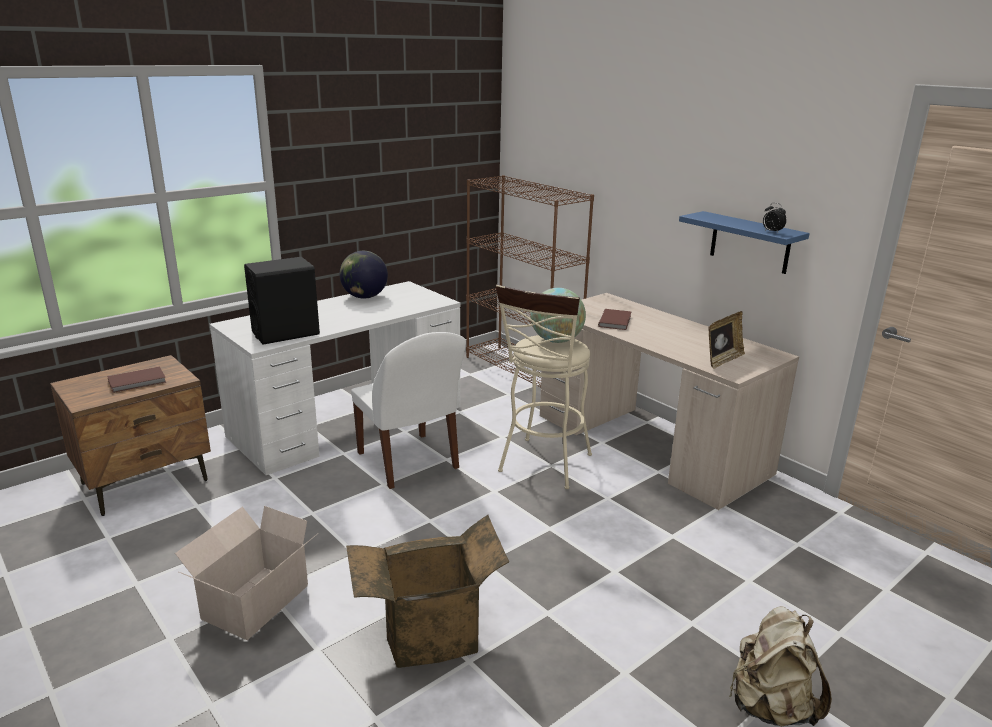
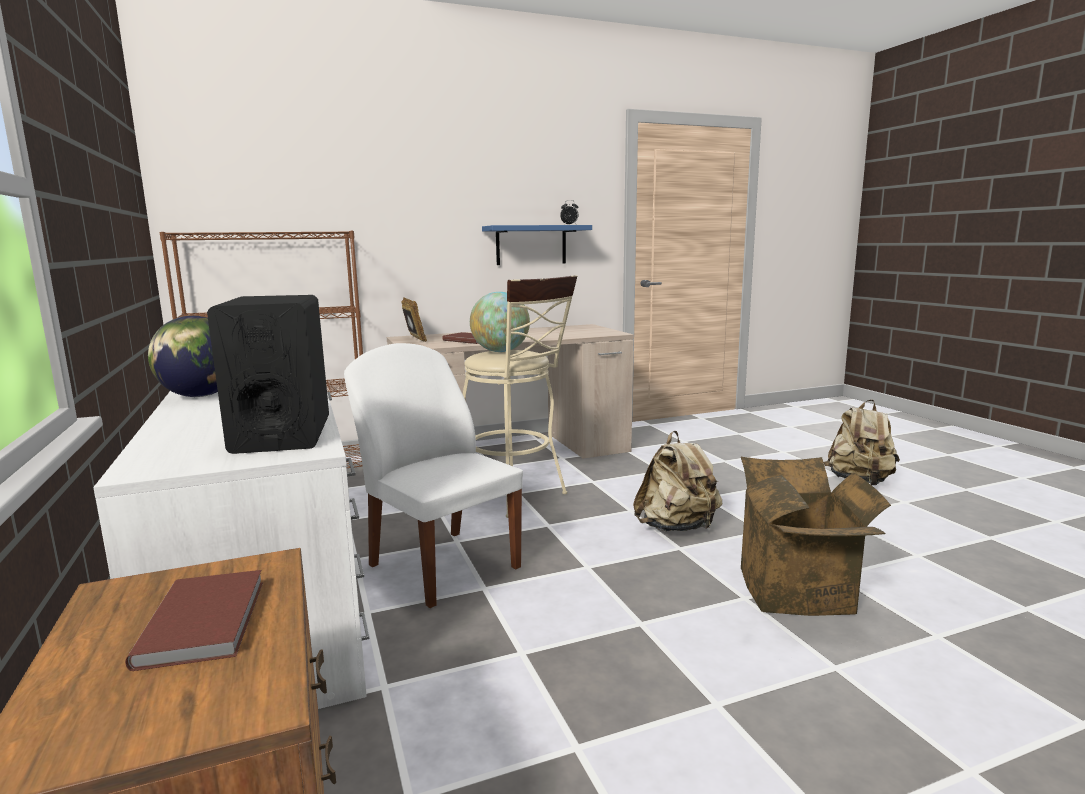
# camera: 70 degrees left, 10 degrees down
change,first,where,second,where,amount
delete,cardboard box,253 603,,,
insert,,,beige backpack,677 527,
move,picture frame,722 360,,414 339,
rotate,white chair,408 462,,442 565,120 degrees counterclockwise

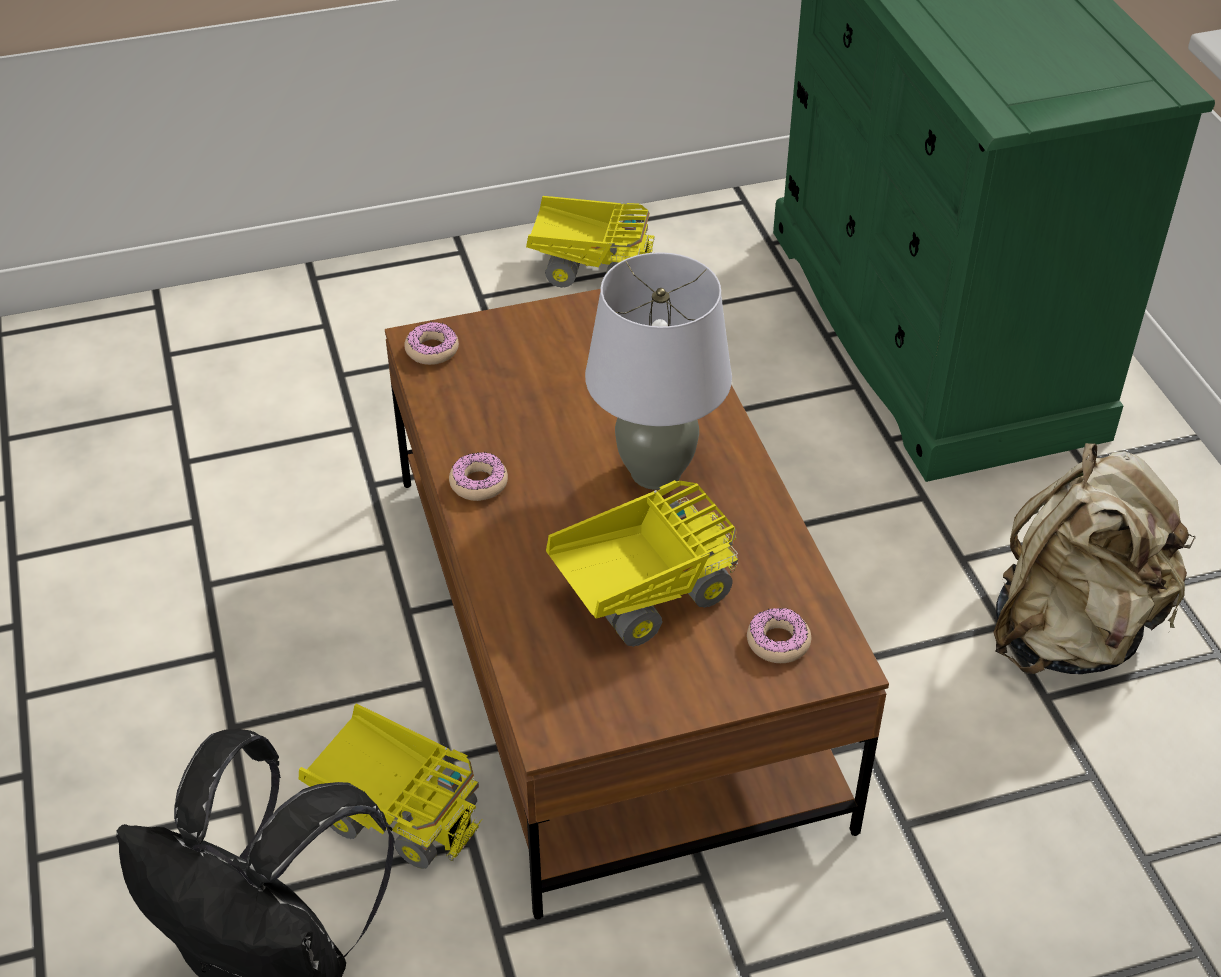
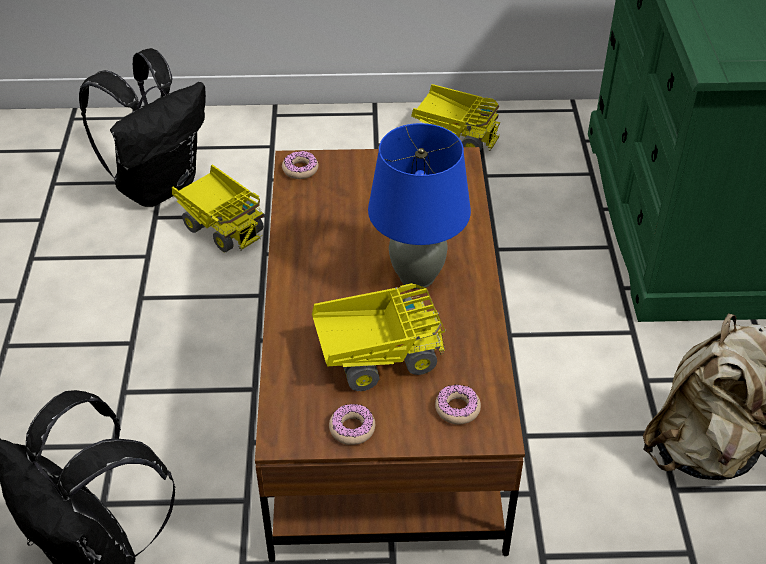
# camera: 15 degrees right, 0 degrees up
change,first,where,second,where,amount
insert,,,black backpack,158 185,
move,toy truck,396 811,,222 226,
move,donut,479 483,,352 428,
recolor,grey table lamp,655 473,blue table lamp,416 277,

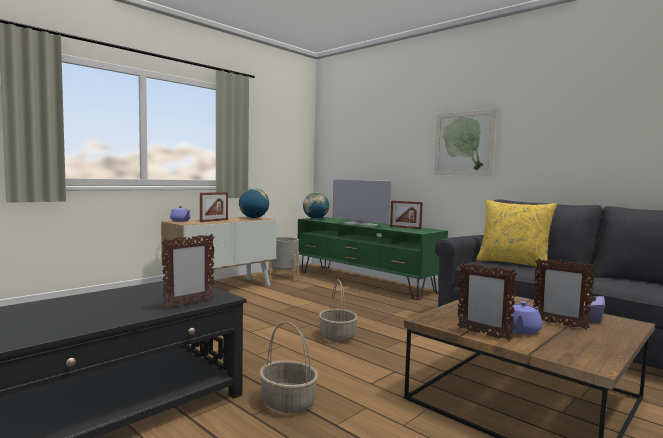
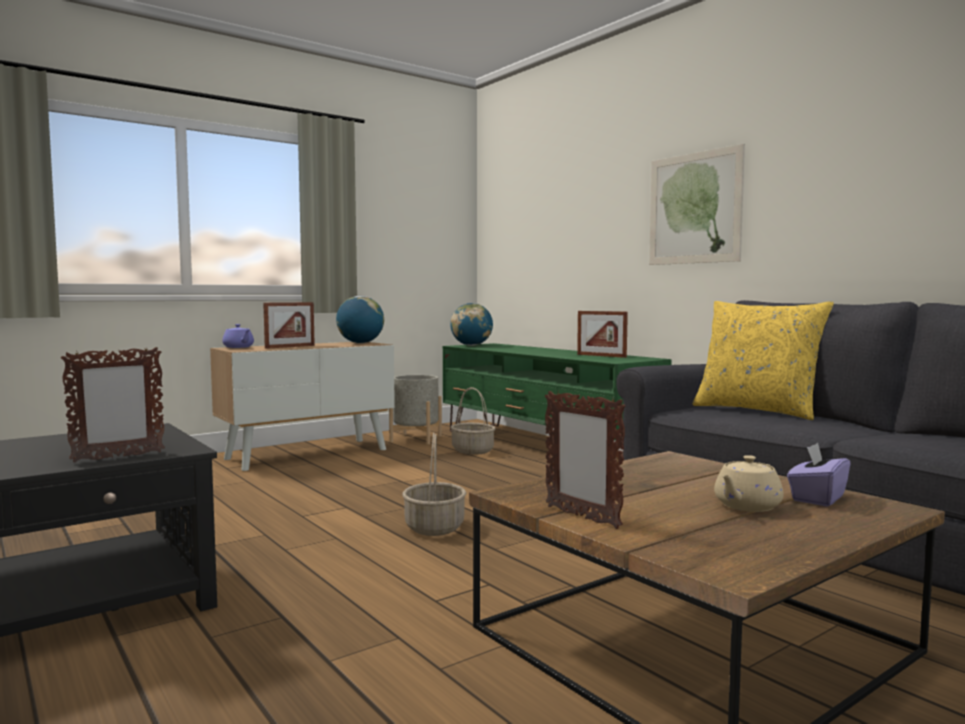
# camera: 10 degrees right, 0 degrees up
change,first,where,second,where,amount
delete,television,361 224,,,
delete,purple teapot,521 330,,,
move,basket,287 402,,472 451,
replace,picture frame,559 324,beige teapot,746 506,

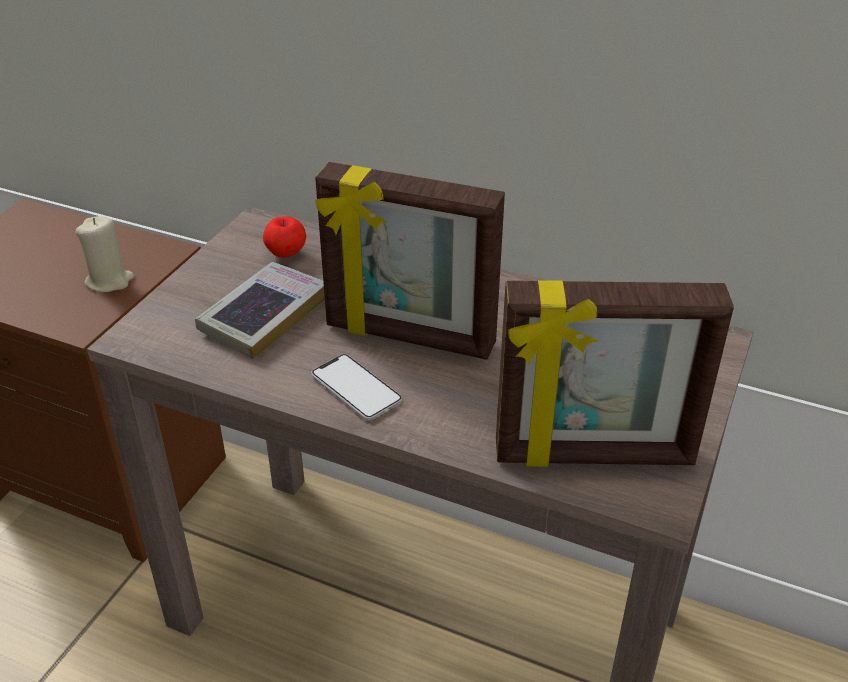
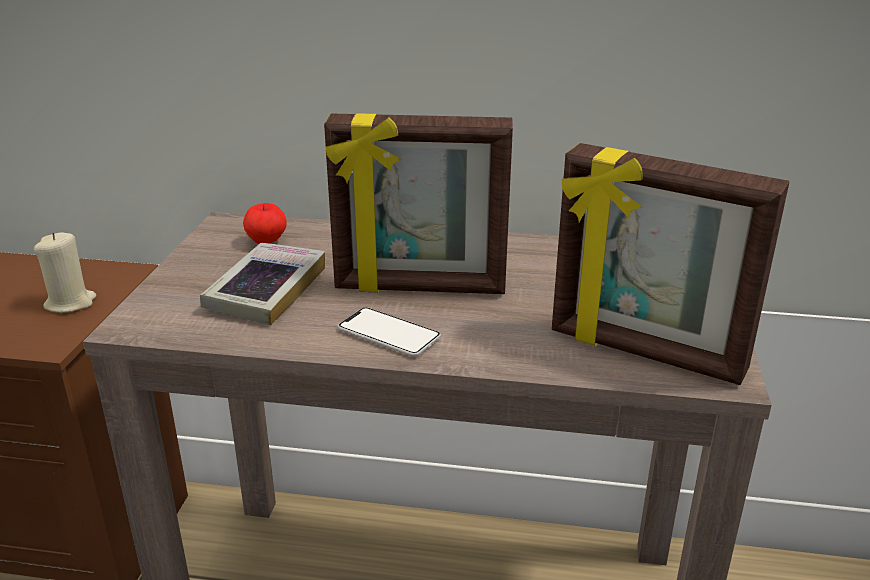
# camera: 15 degrees left, 10 degrees down
change,first,where,second,where,amount
rotate,picture frame,594 456,,644 353,45 degrees clockwise

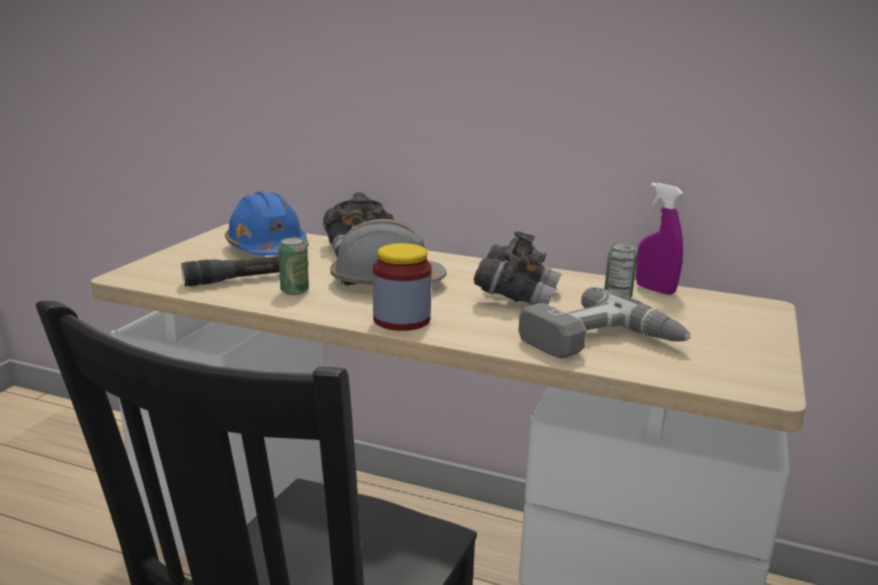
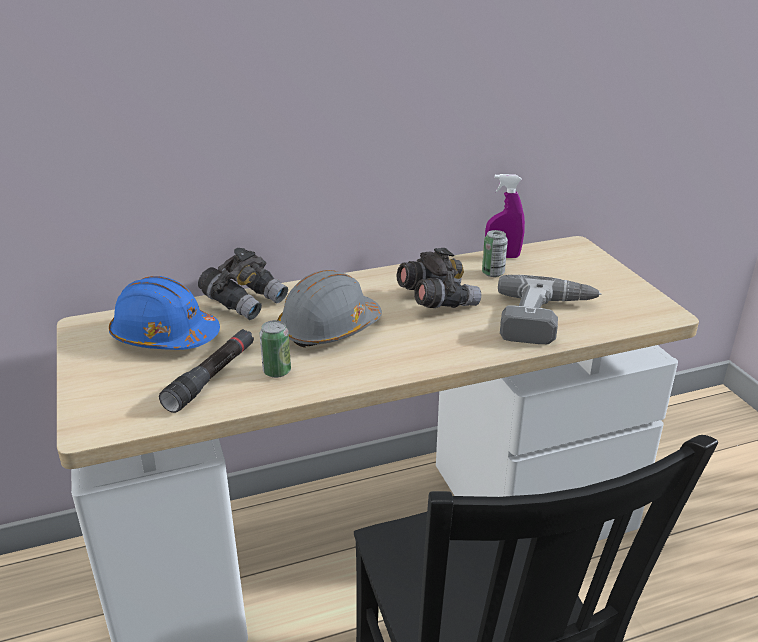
# camera: 40 degrees left, 10 degrees up
change,first,where,second,where,amount
delete,jar,401 320,,,

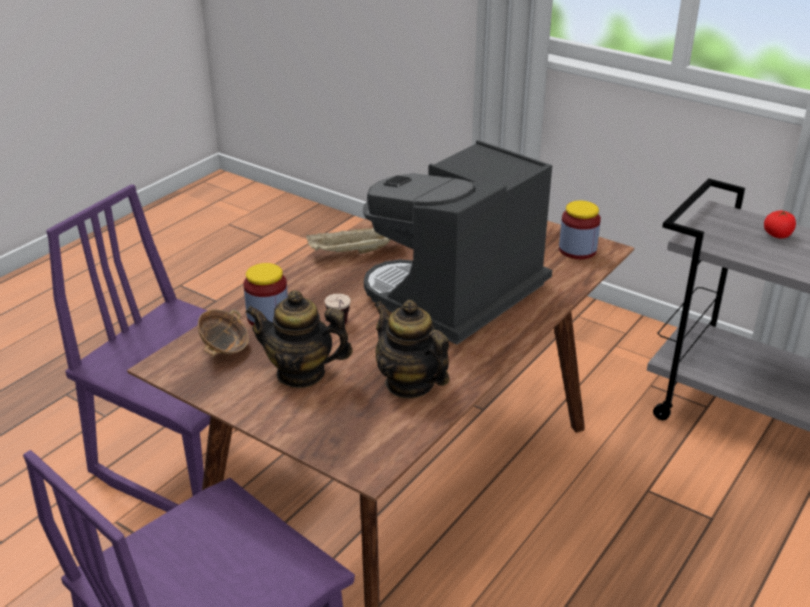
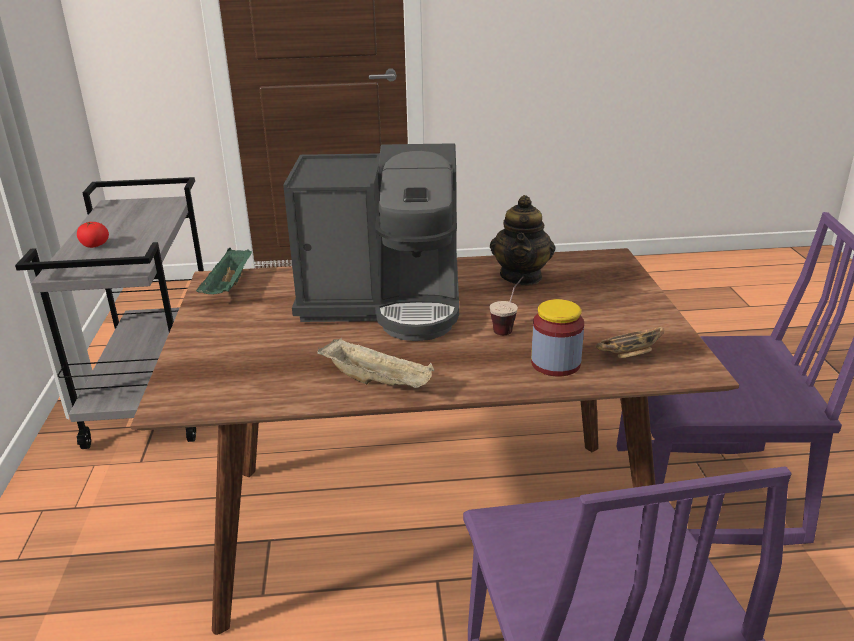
# camera: 130 degrees left, 5 degrees down
change,first,where,second,where,amount
delete,teapot,301 373,,,
replace,jar,577 250,green tray,229 287,

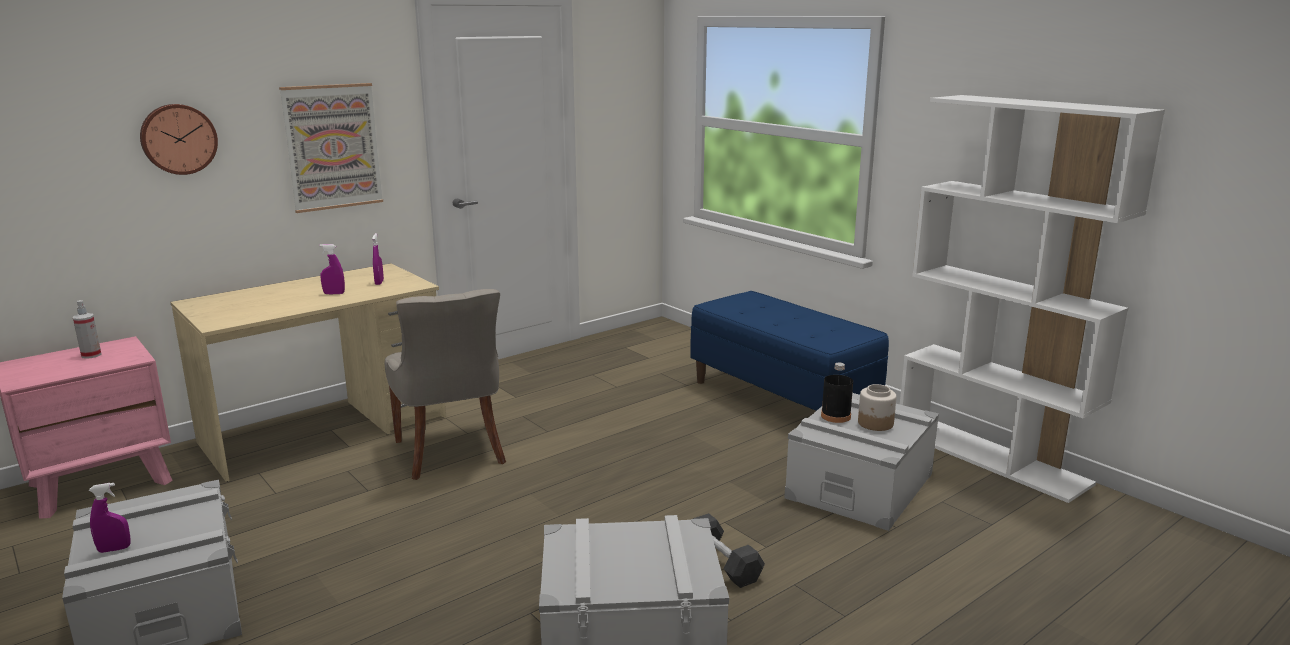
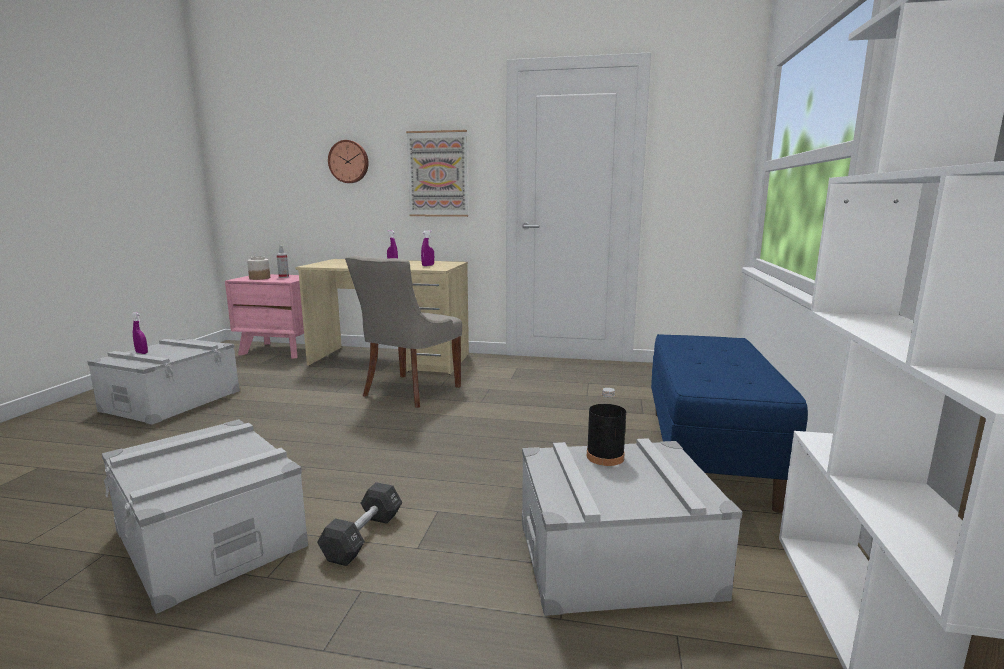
# camera: 50 degrees right, 5 degrees down
change,first,where,second,where,amount
move,jar,875 423,,259 278,

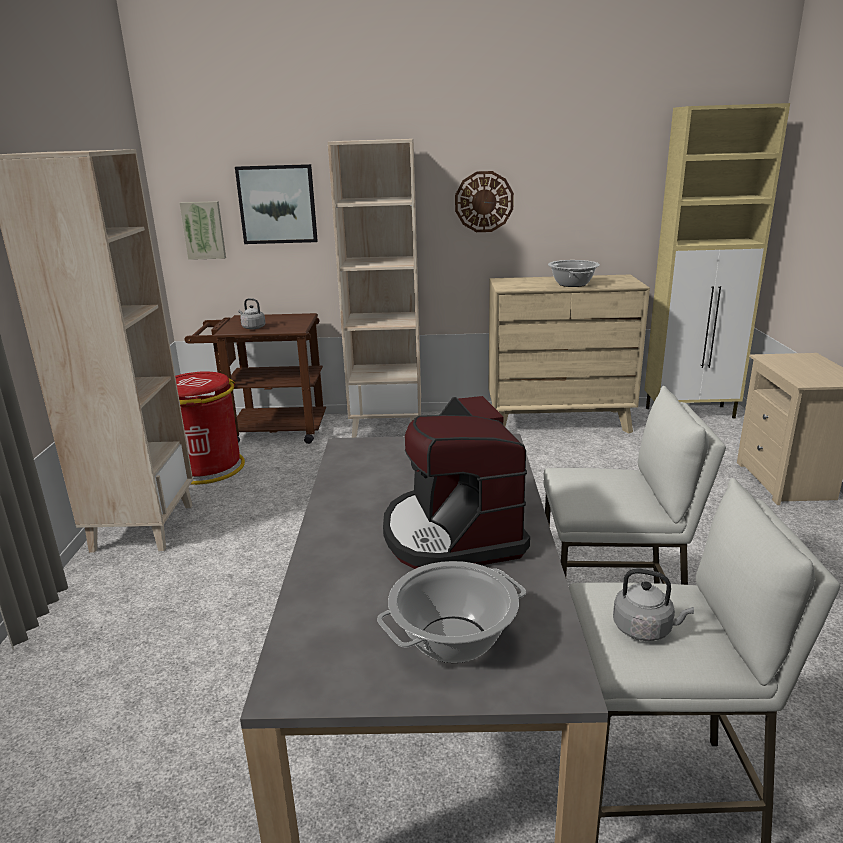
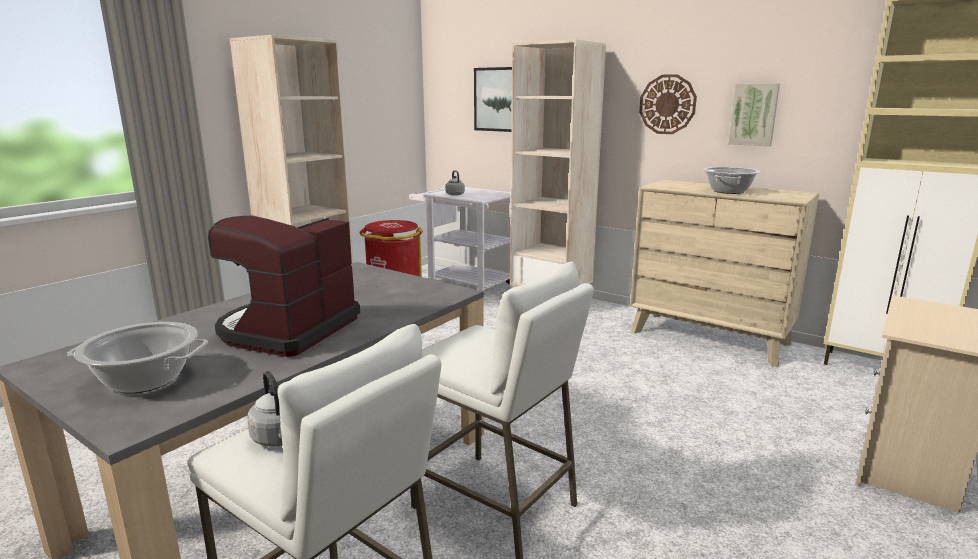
# camera: 35 degrees right, 5 degrees down
change,first,where,second,where,amount
move,picture,204 230,,754 114,
recolor,brown cart,269 430,white cart,464 283,

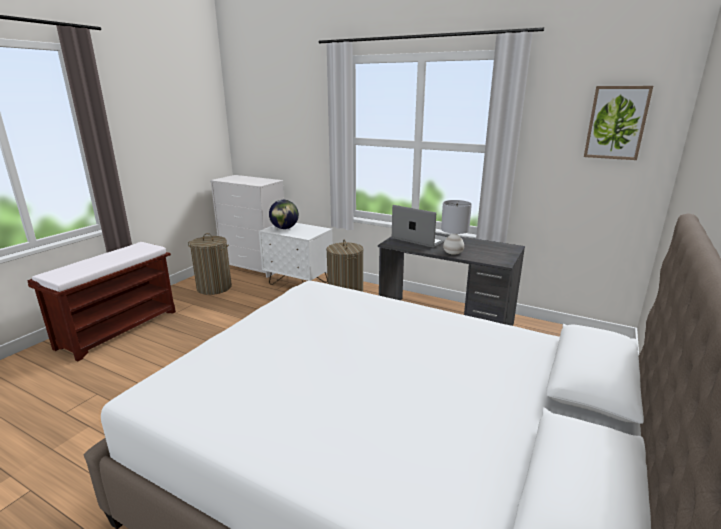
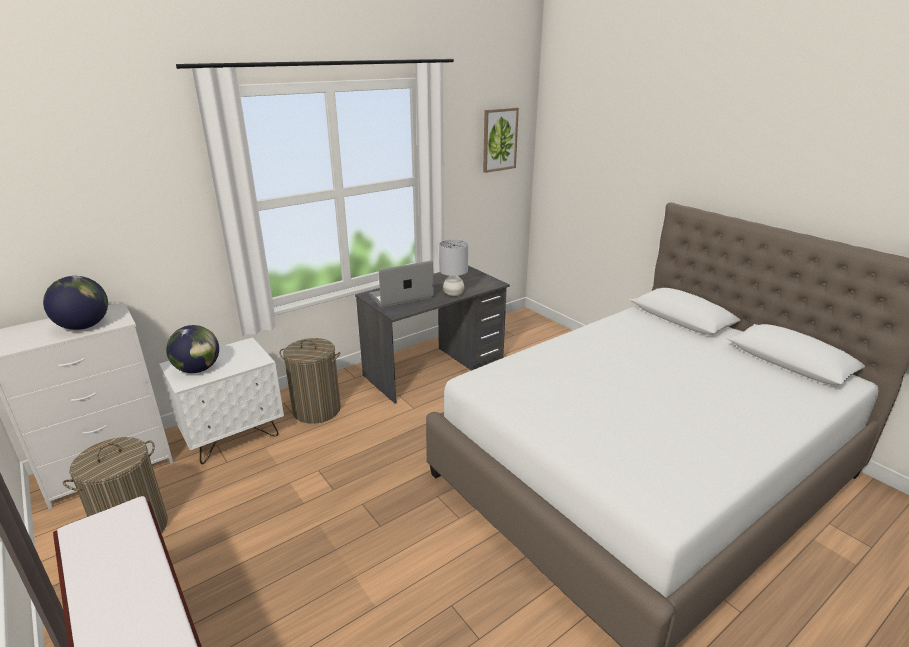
# camera: 65 degrees left, 5 degrees up
change,first,where,second,where,amount
insert,,,globe,84 326,

